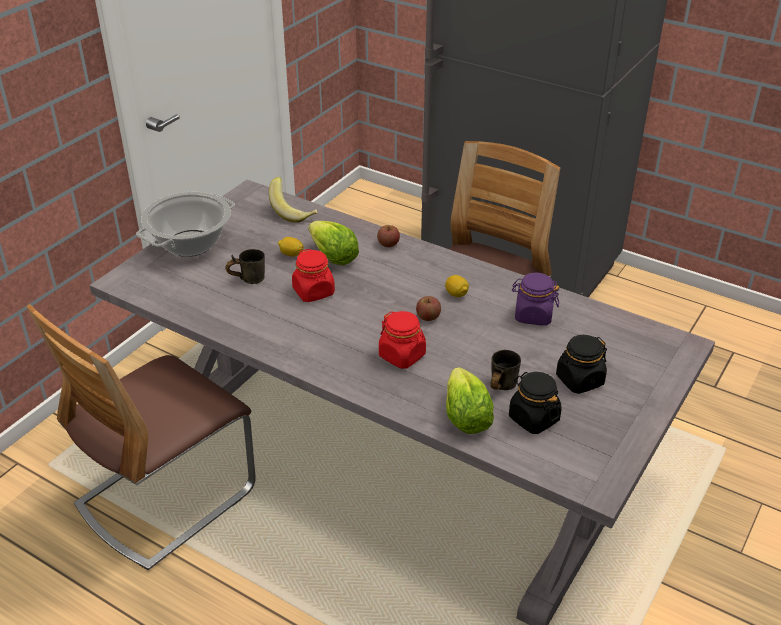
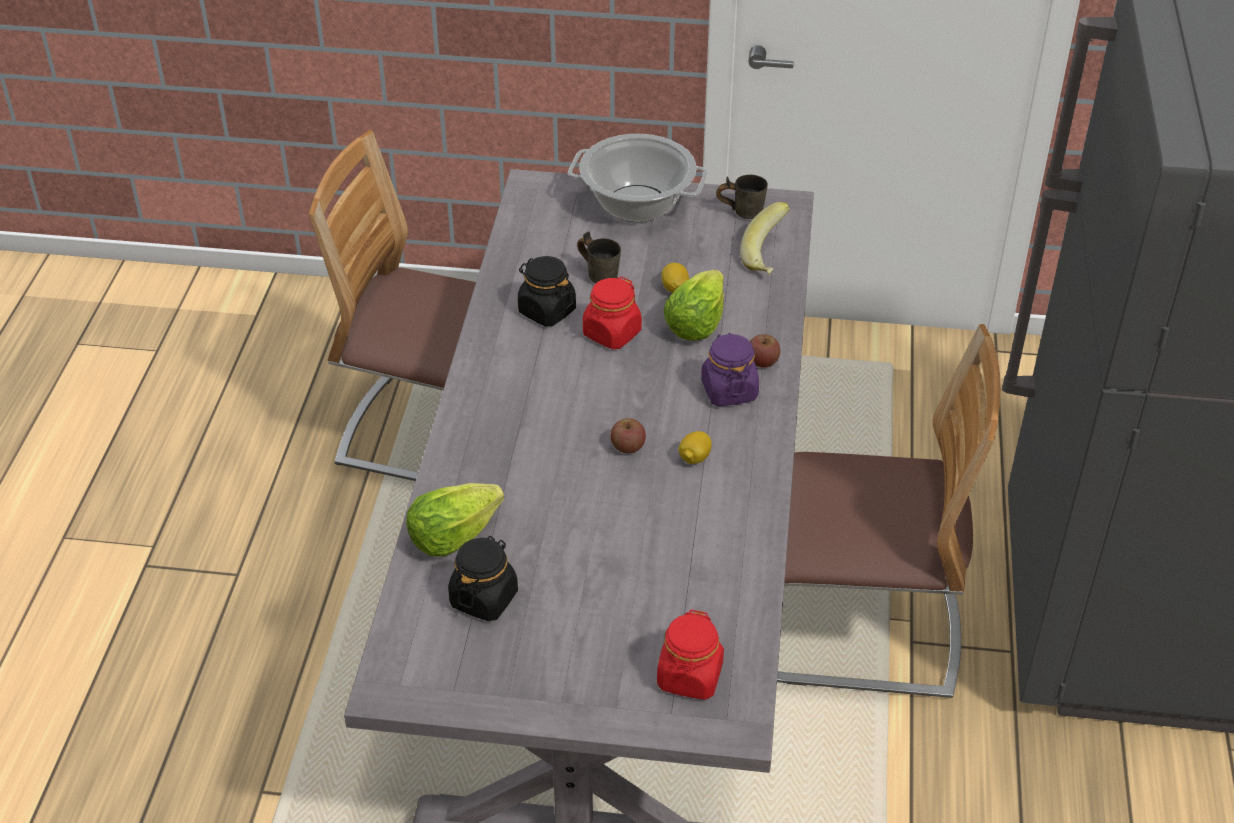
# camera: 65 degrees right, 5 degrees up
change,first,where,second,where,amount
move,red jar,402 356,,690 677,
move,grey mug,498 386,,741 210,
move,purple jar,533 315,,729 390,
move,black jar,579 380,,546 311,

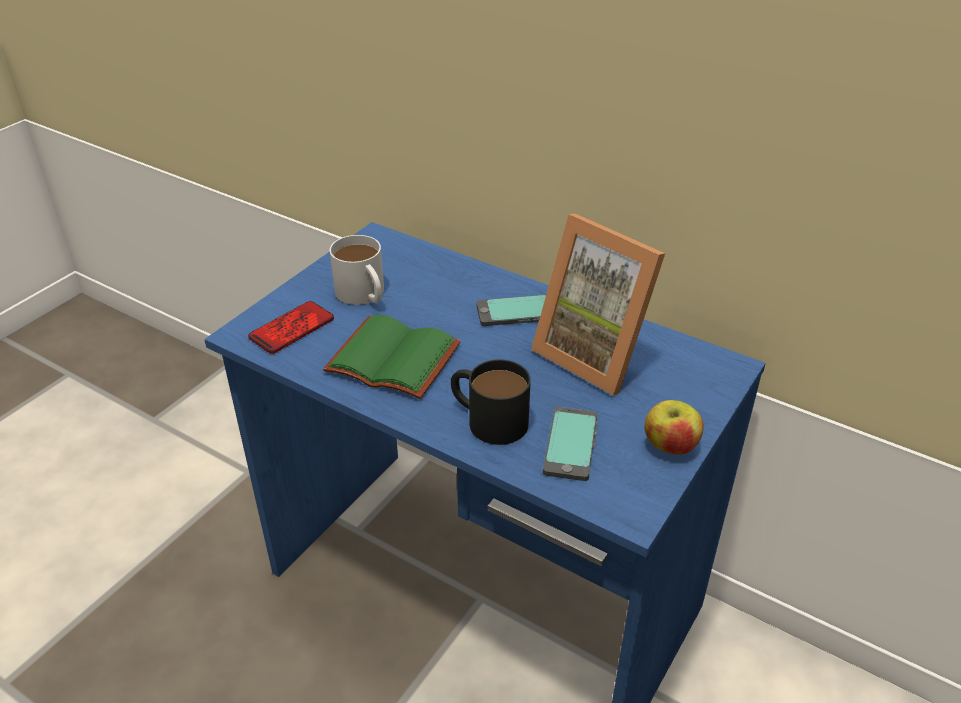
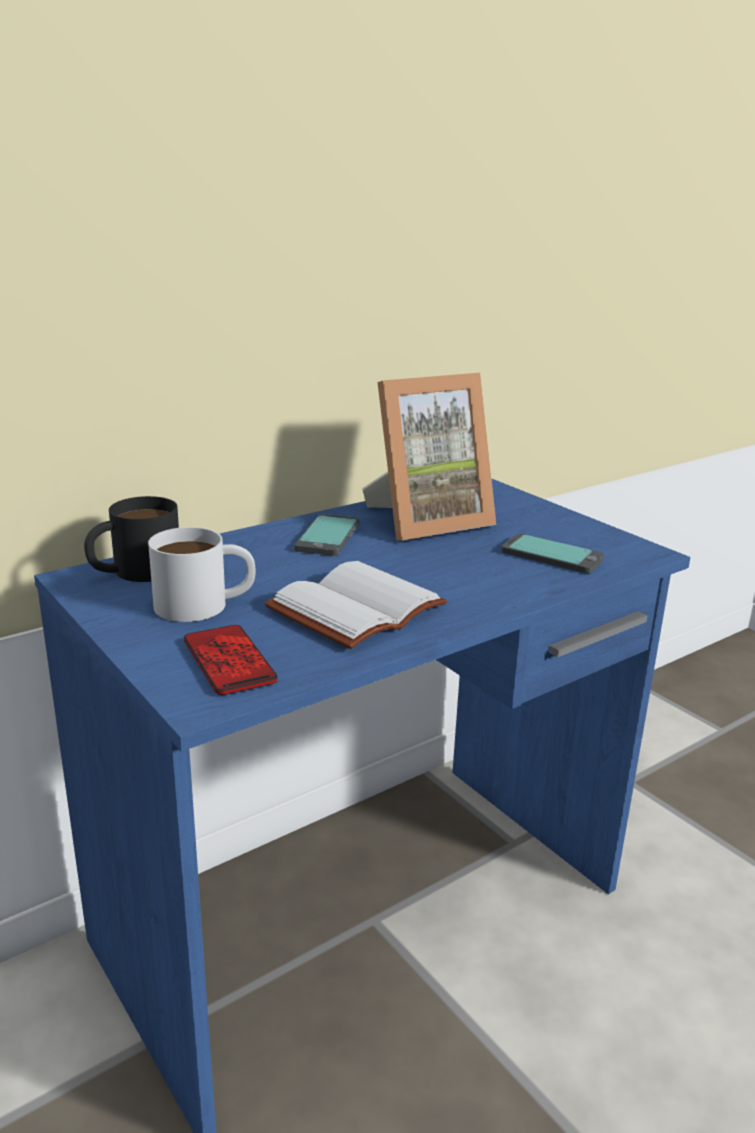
# camera: 70 degrees left, 15 degrees down
change,first,where,second,where,amount
delete,apple,670 447,,,
move,black mug,488 418,,134 571,
recolor,green book,396 358,white book,355 606,

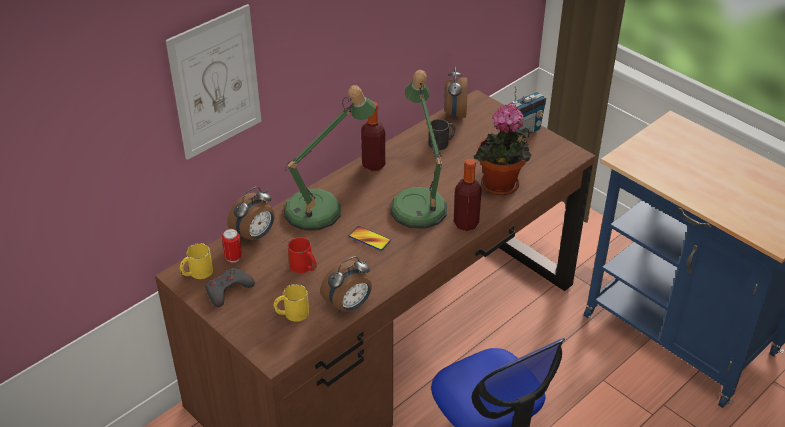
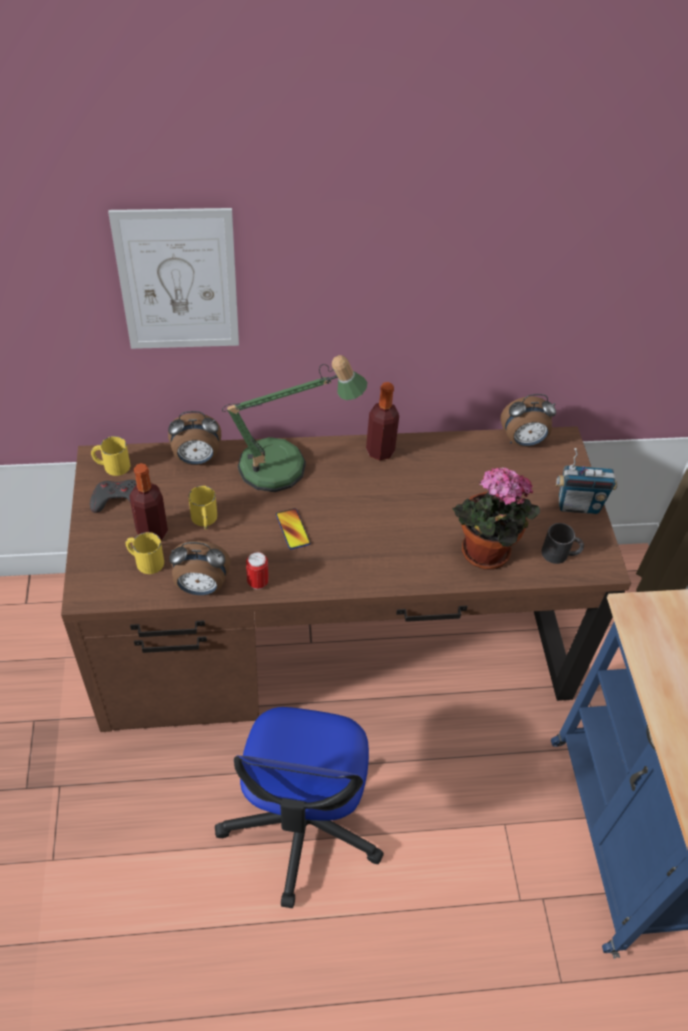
# camera: 35 degrees right, 10 degrees up
change,first,where,second,where,amount
delete,table lamp,418 202,,,
move,can,233 257,,257 582,
move,black mug,442 143,,560 554,
move,bottle,466 223,,152 532,
recolor,red mug,304 267,yellow mug,204 520,
rotate,alarm clock,454 114,,523 441,135 degrees counterclockwise

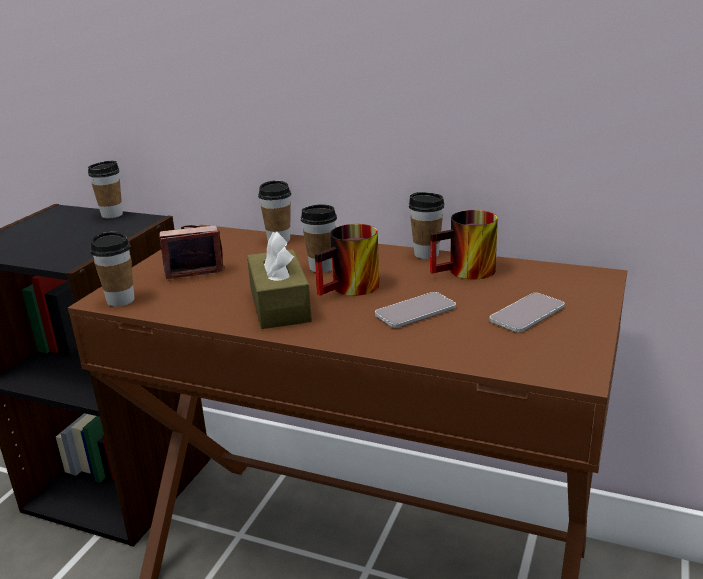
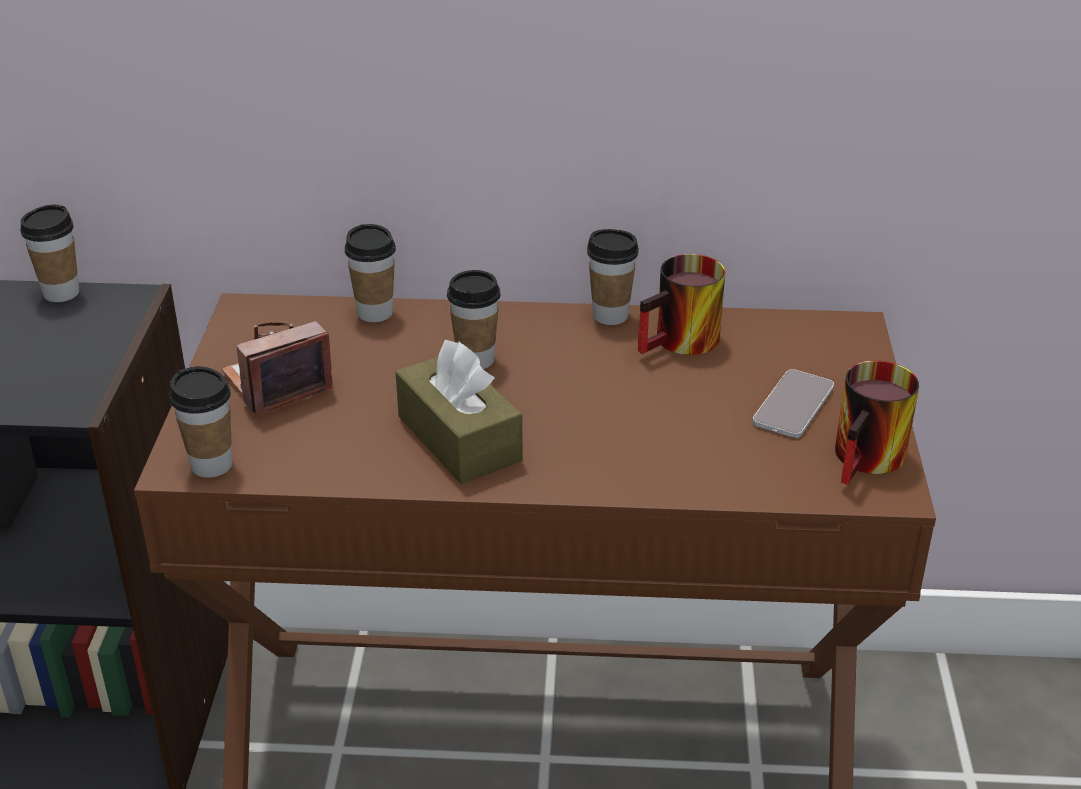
# camera: 20 degrees left, 10 degrees up
change,first,where,second,where,amount
delete,phone,415 311,,,
move,mug,352 289,,871 461,

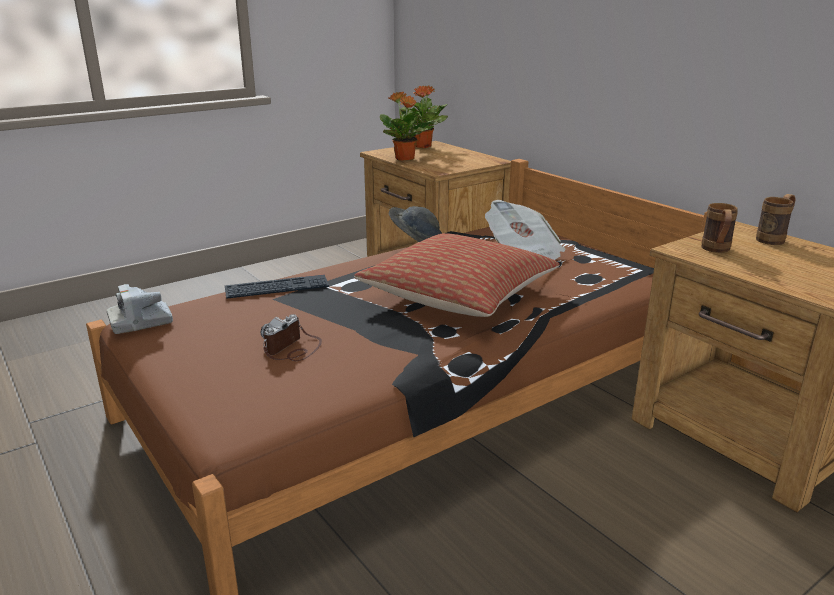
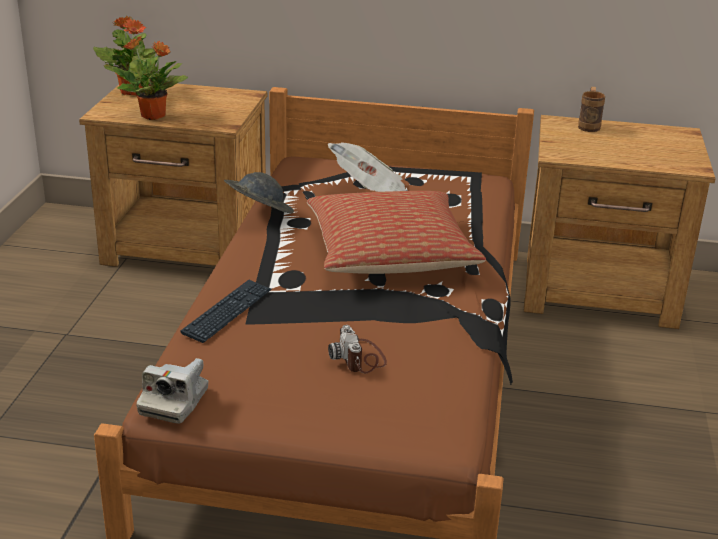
# camera: 45 degrees left, 5 degrees up
change,first,where,second,where,amount
delete,brown mug,716 250,,,

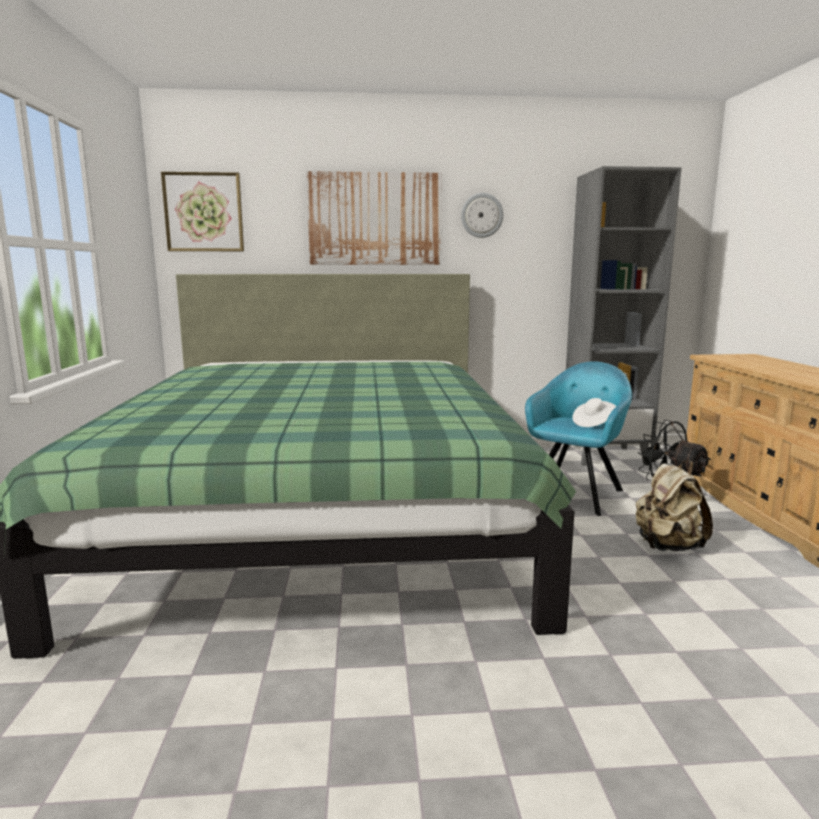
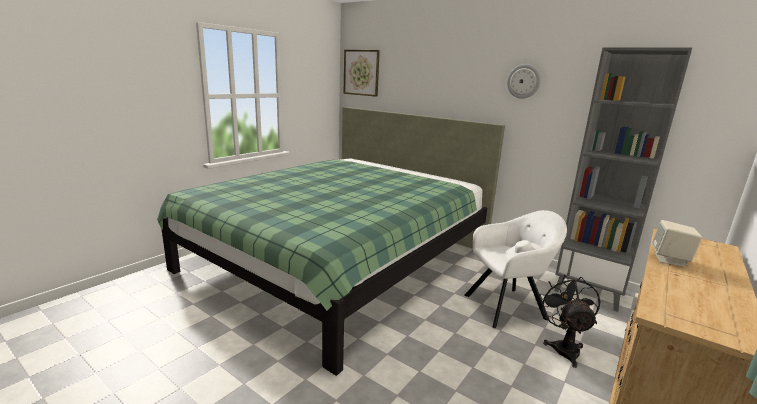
# camera: 40 degrees right, 5 degrees up
change,first,where,second,where,amount
delete,picture,375 219,,,
delete,beige backpack,667 546,,,
insert,,,beige speaker,670 260,
recolor,turquoise armchair,575 493,white armchair,508 306,

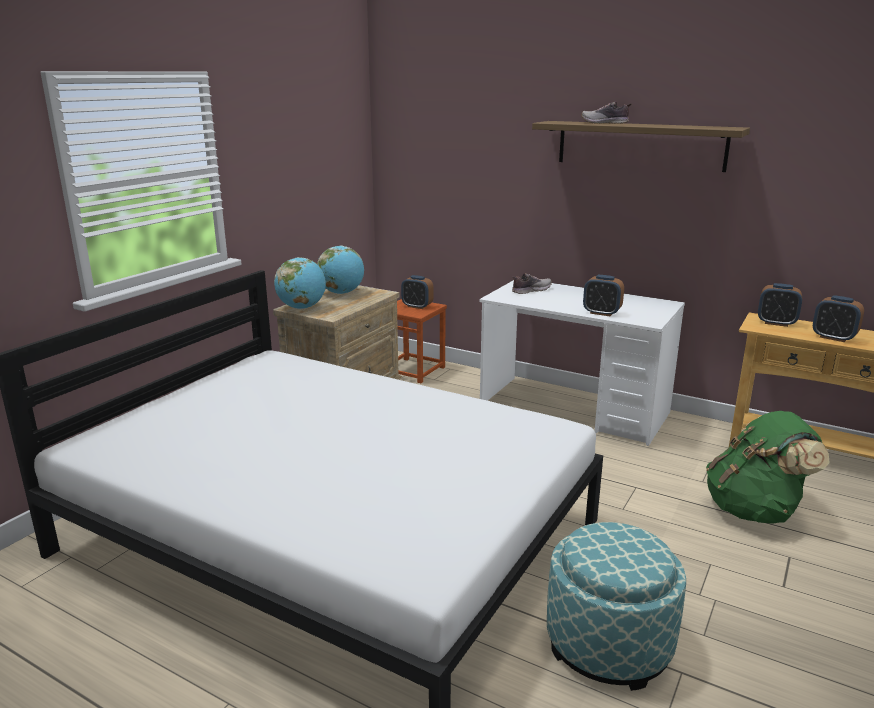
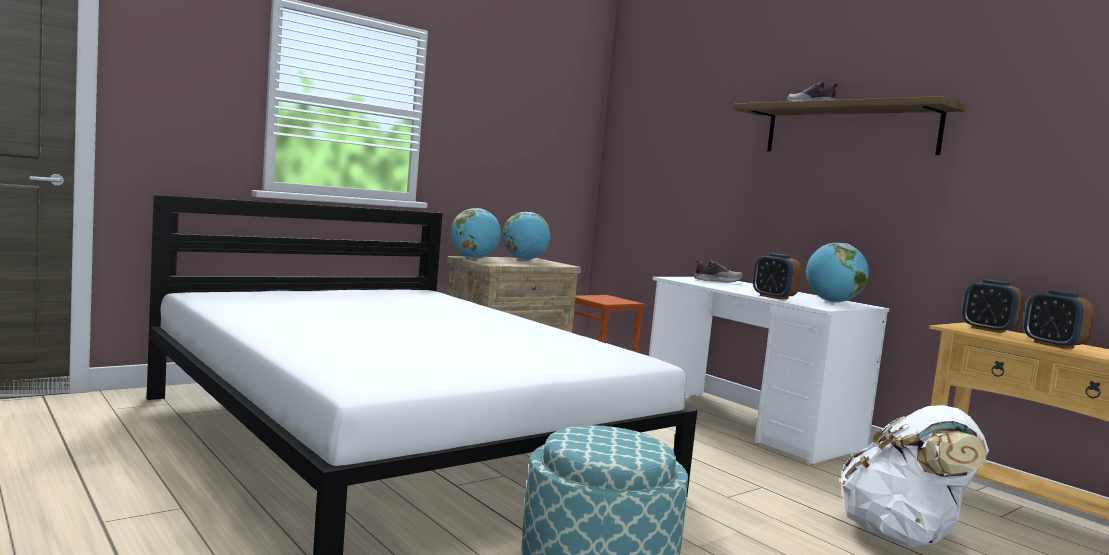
# camera: 20 degrees right, 15 degrees down
change,first,where,second,where,amount
delete,alarm clock,417 306,,,
insert,,,globe,833 302,
recolor,green backpack,755 510,white backpack,903 536,

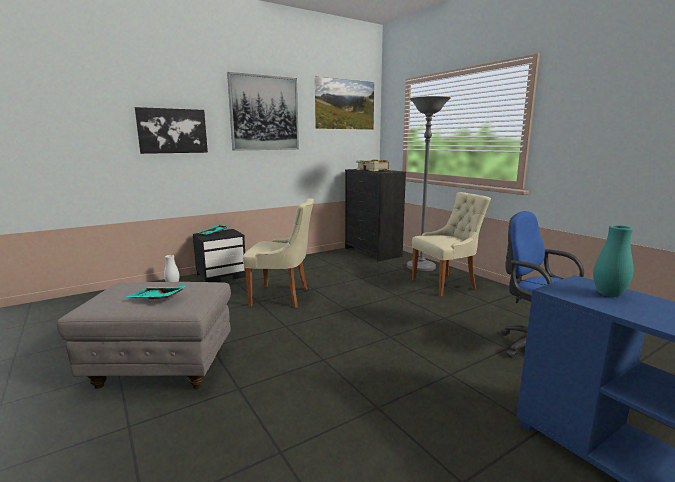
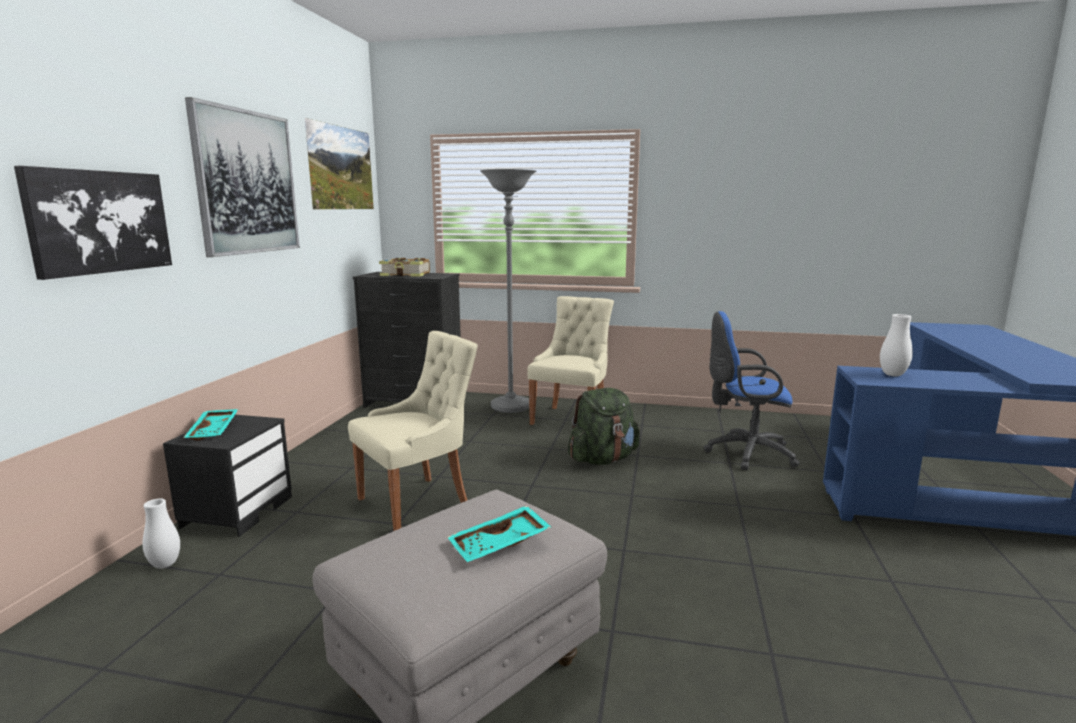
# camera: 45 degrees left, 0 degrees up
change,first,where,second,where,amount
insert,,,green backpack,602 459,
recolor,turquoise vase,608 294,white vase,892 375,

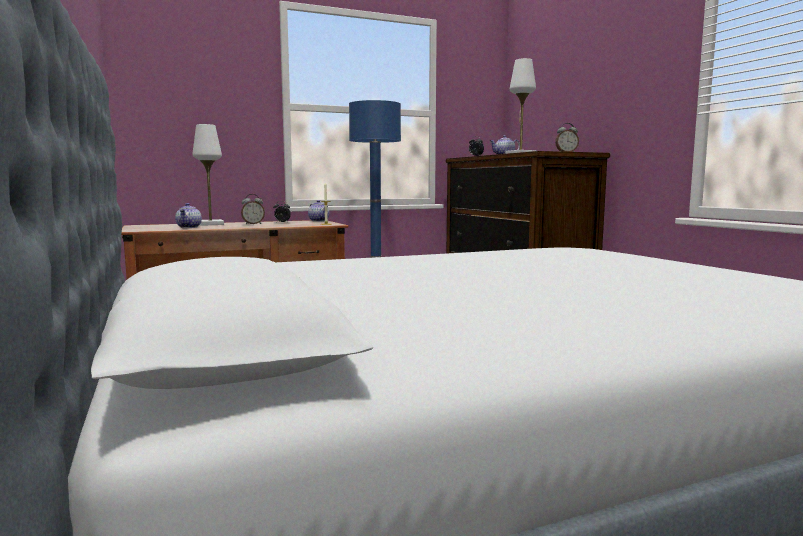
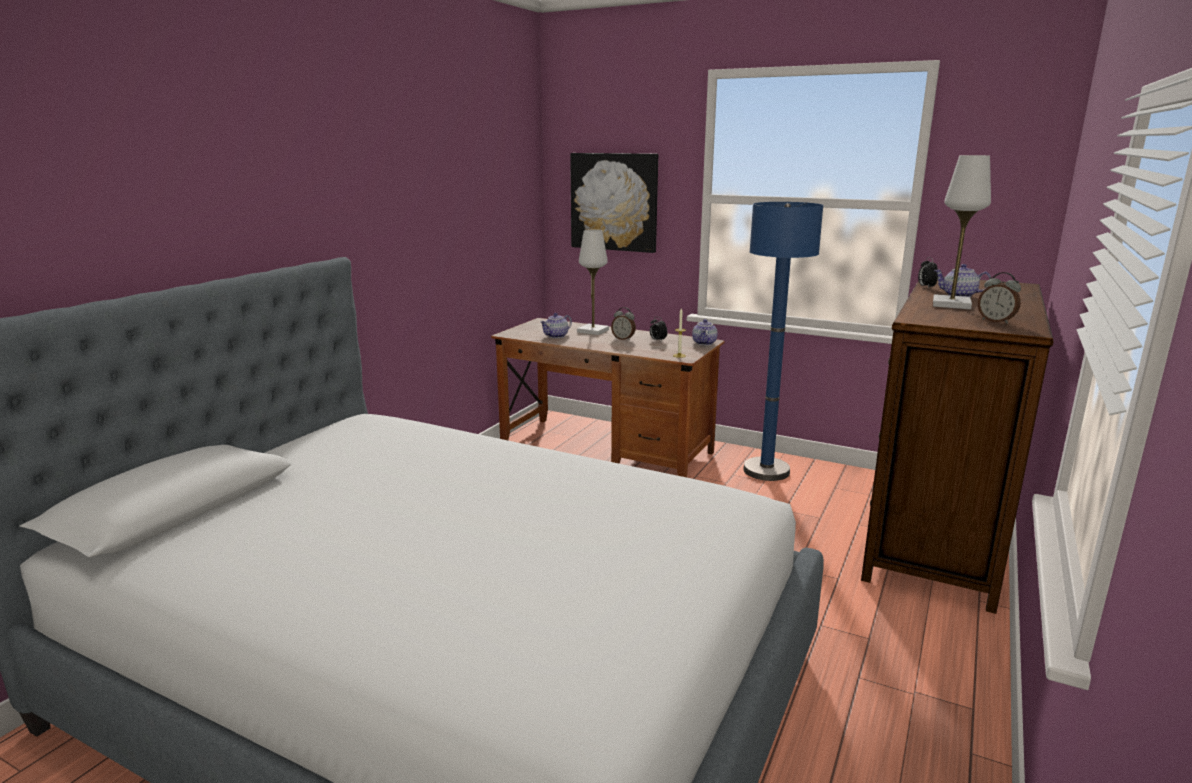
# camera: 50 degrees right, 10 degrees up
change,first,where,second,where,amount
insert,,,picture,614 202,

